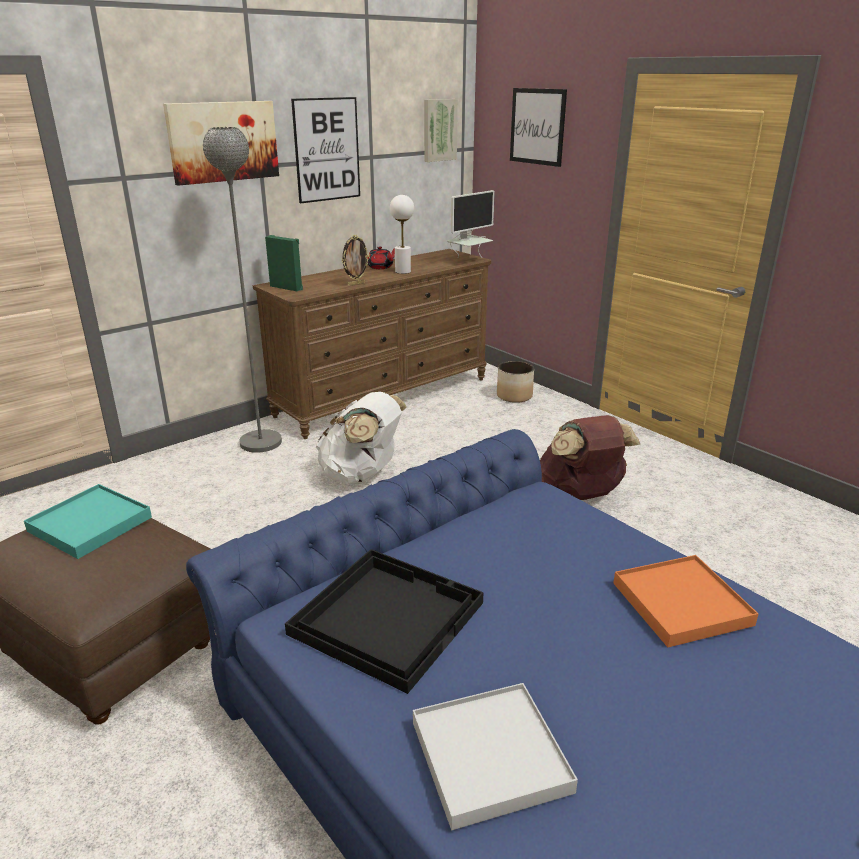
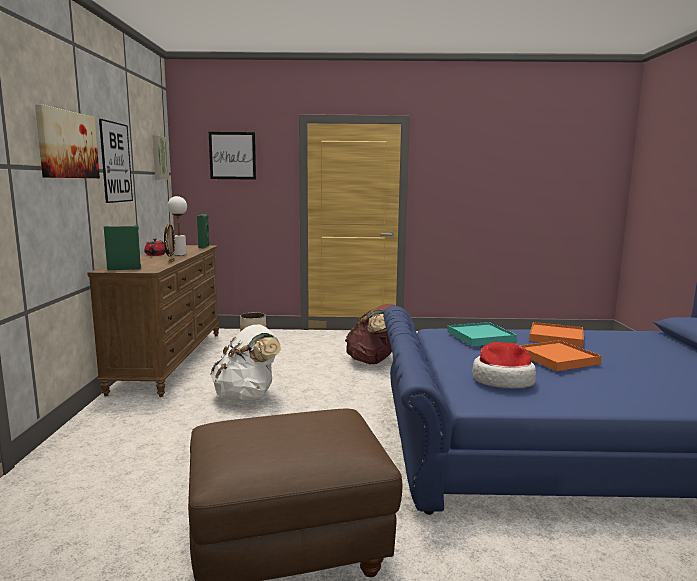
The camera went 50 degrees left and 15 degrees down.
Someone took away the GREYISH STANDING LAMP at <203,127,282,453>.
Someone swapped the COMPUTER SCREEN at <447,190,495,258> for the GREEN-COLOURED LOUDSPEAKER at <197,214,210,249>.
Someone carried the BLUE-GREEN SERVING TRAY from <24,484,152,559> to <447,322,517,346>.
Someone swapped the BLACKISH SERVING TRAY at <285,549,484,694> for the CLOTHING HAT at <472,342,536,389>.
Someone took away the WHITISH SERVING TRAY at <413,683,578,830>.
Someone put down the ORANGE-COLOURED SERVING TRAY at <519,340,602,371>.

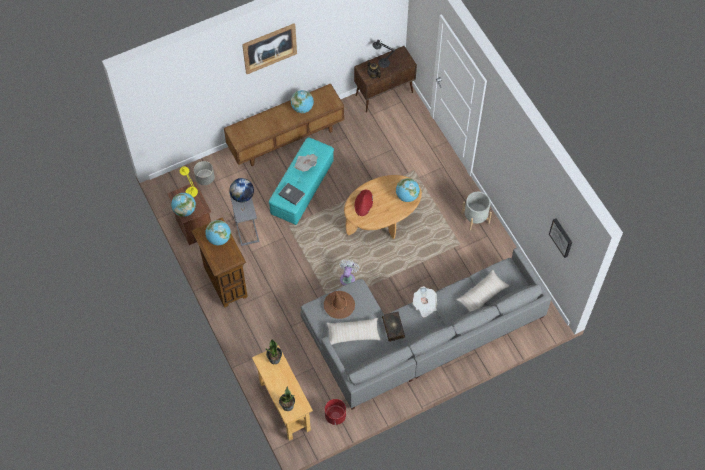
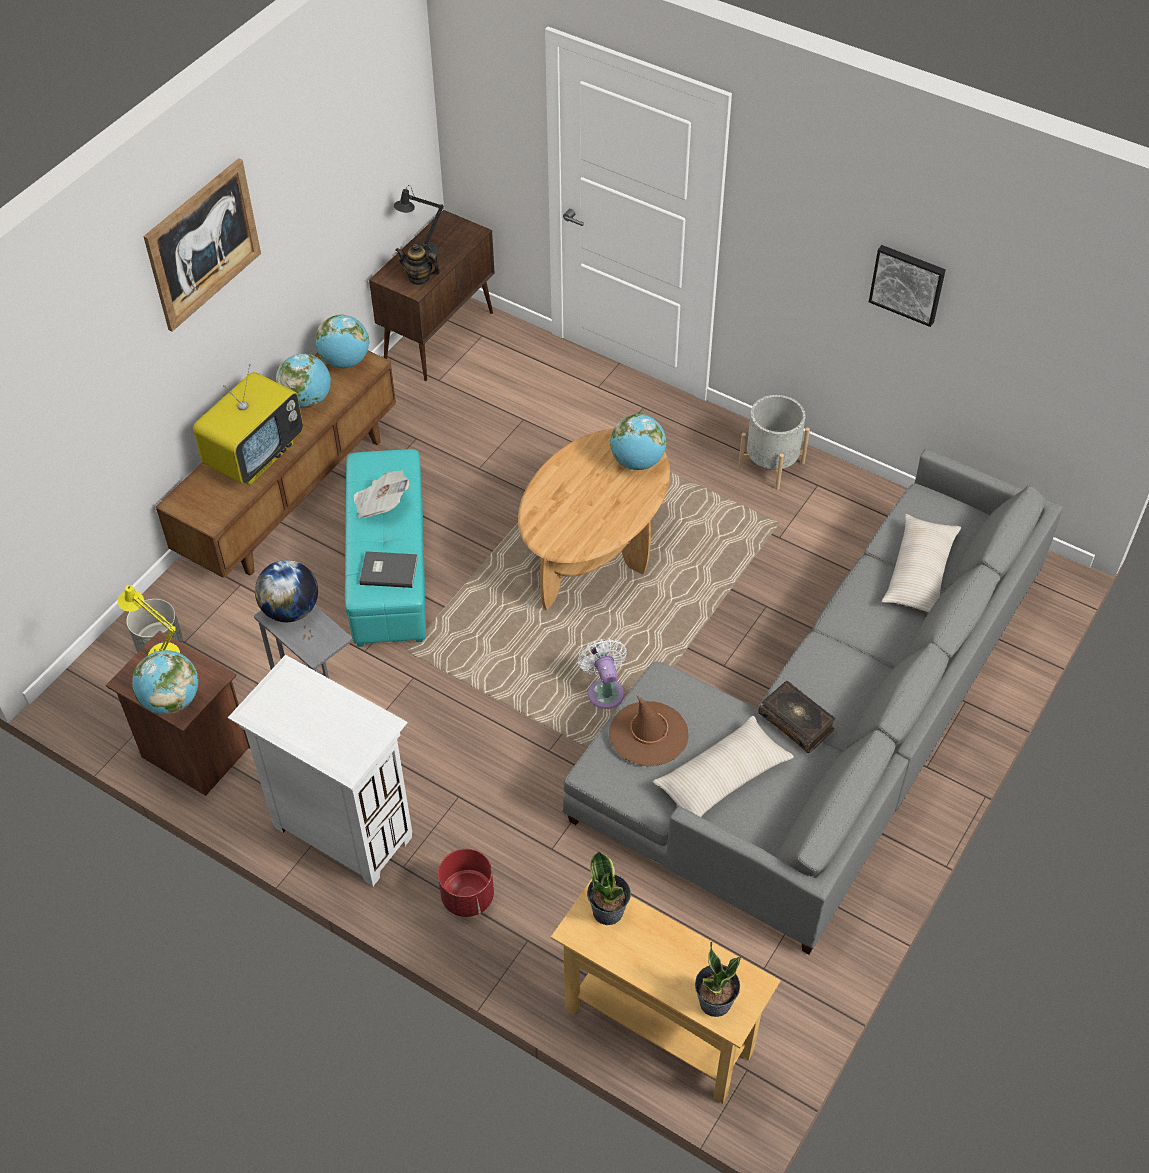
The camera went 30 degrees left and 10 degrees down.
Someone took away the REDDISH CLOTHING HAT at <355,190,373,216>.
Someone repainted the BROWN CABINET at <192,217,247,308>, which became the WHITISH CABINET at <228,655,412,886>.
Someone carried the WALL ART from <549,218,572,258> to <869,245,946,327>.
Someone carried the GLOBE from <205,220,231,245> to <315,315,370,368>.
Someone took away the DAILY PAPER at <413,286,437,318>.
Someone carried the REDDISH FLOWER POT from <325,399,346,425> to <438,849,494,917>.
Someone put down the TV at <193,364,303,485>.

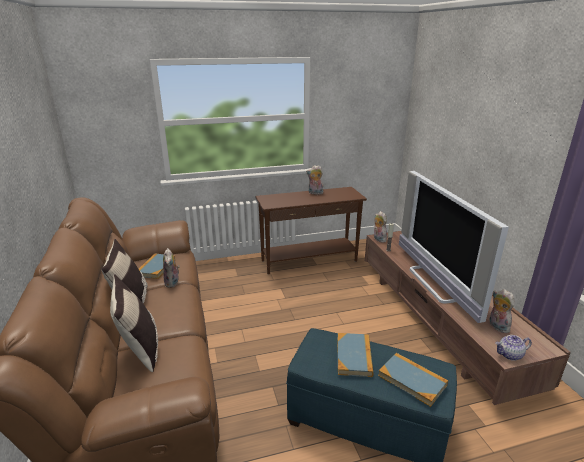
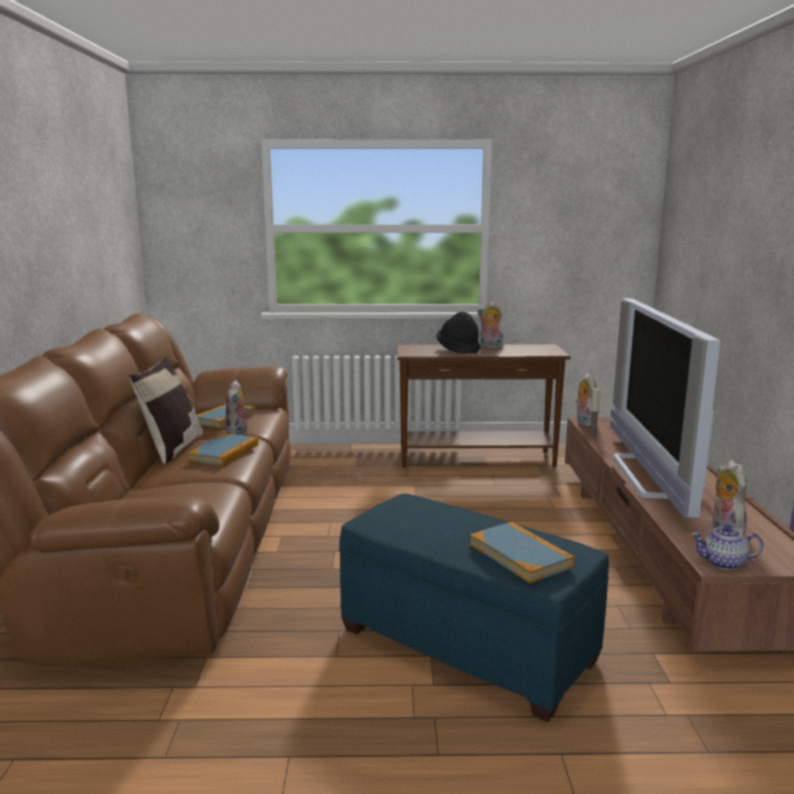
The camera went 15 degrees right and 10 degrees down.
Someone took away the THROW PILLOW at <110,274,158,372>.
Someone carried the BOOK from <337,333,373,377> to <188,434,258,466>.
Someone put down the BLACKISH CLOTHING HAT at <437,312,480,354>.

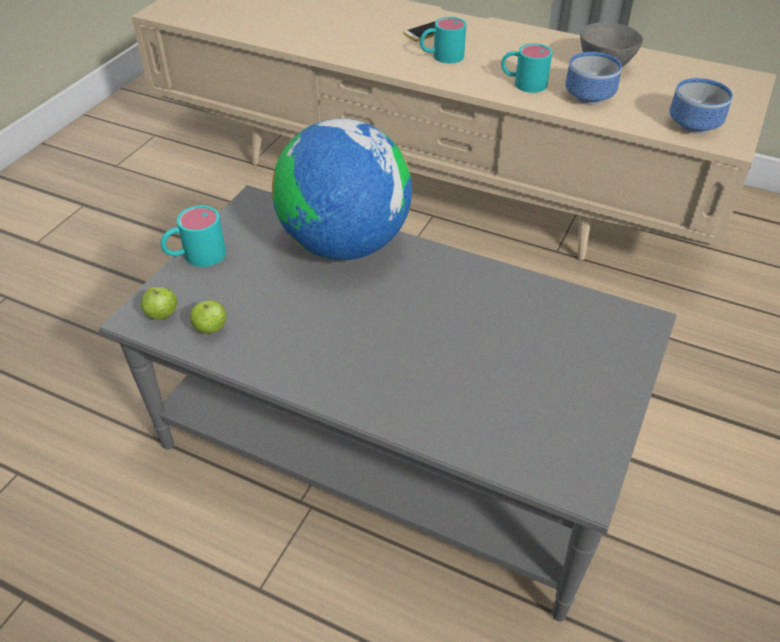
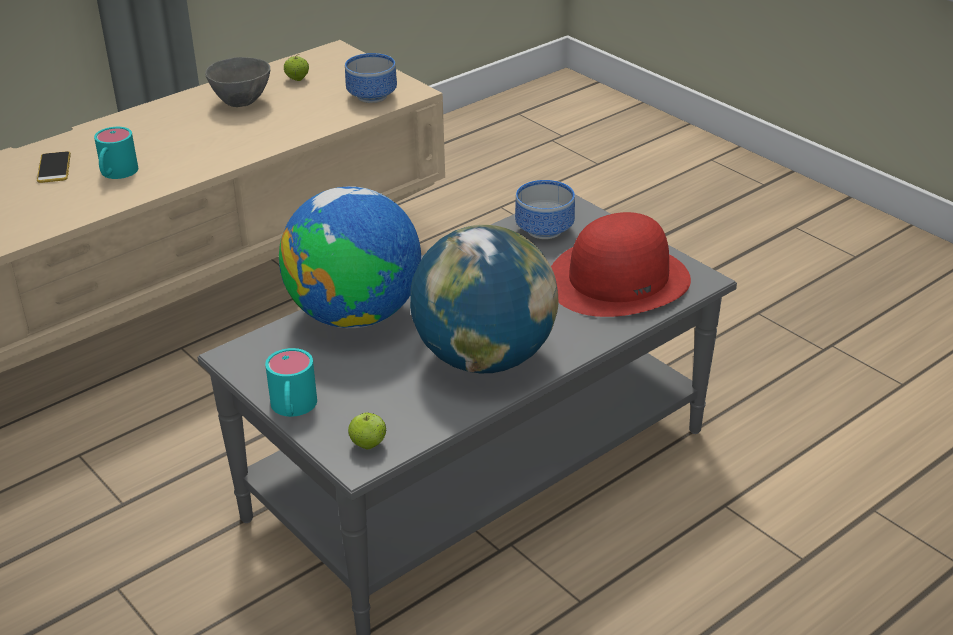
The camera went 65 degrees left and 10 degrees down.
Someone took away the BLUE-GREEN COFFEE MUG at <501,43,552,93>.
Someone carried the SERVING BOWL from <565,52,622,105> to <515,180,575,239>.
Someone carried the APPLE FRUIT from <190,300,227,334> to <284,54,309,81>.
Someone put down the REDDISH CLOTHING HAT at <551,212,691,317>.
Someone put down the GLOBE at <410,225,559,374>.

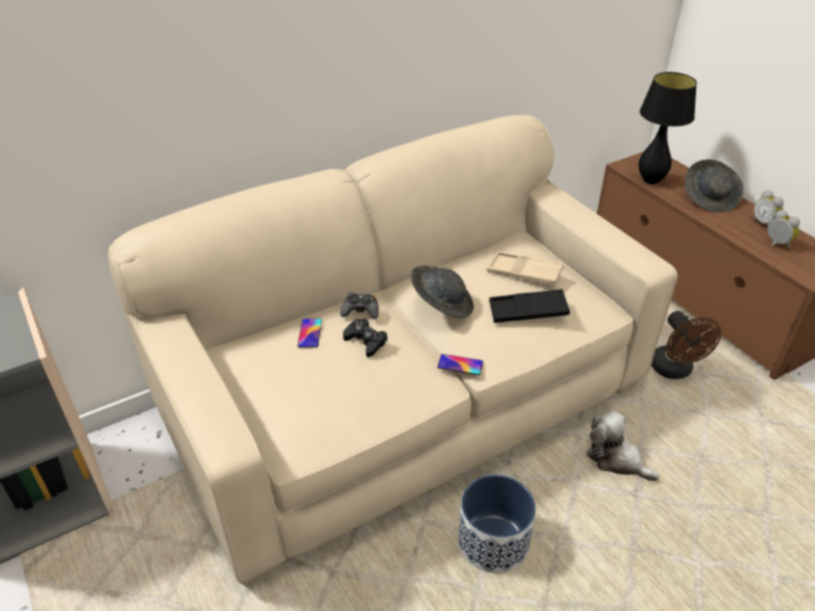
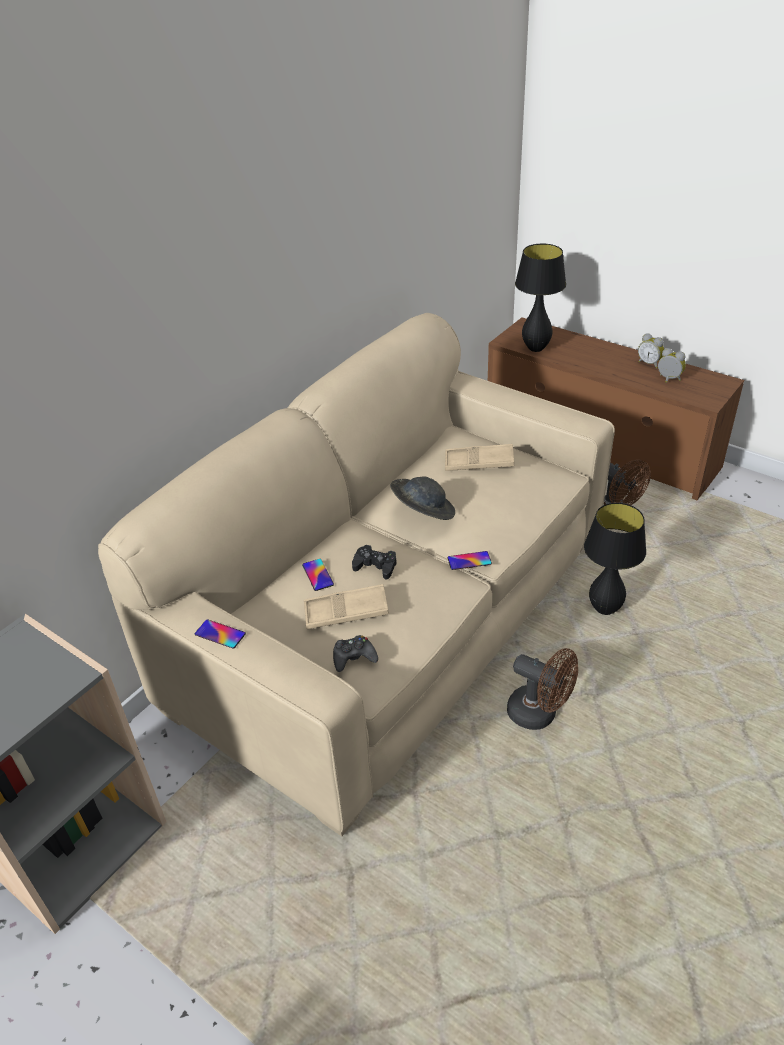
The camera went 20 degrees left and 0 degrees up.
Someone took away the GREYISH CLOTHING HAT at <685,159,744,212>.
Someone took away the BLACKISH SERVING TRAY at <489,289,570,323>.
Someone carried the BLACKISH GAME CONTROLLER from <340,292,379,319> to <333,635,378,672>.
Someone swapped the PLUSH TOY at <586,411,659,481> for the BLACKISH LAMP FOR A TABLE at <584,503,646,615>.
Someone swapped the FLOWER POT at <458,474,536,573> for the BROWN ELECTRIC FAN at <507,648,578,730>.
Someone put down the SAND-COLOURED SERVING TRAY at <304,584,389,629>.
Someone put down the HANDSET at <195,619,246,649>.

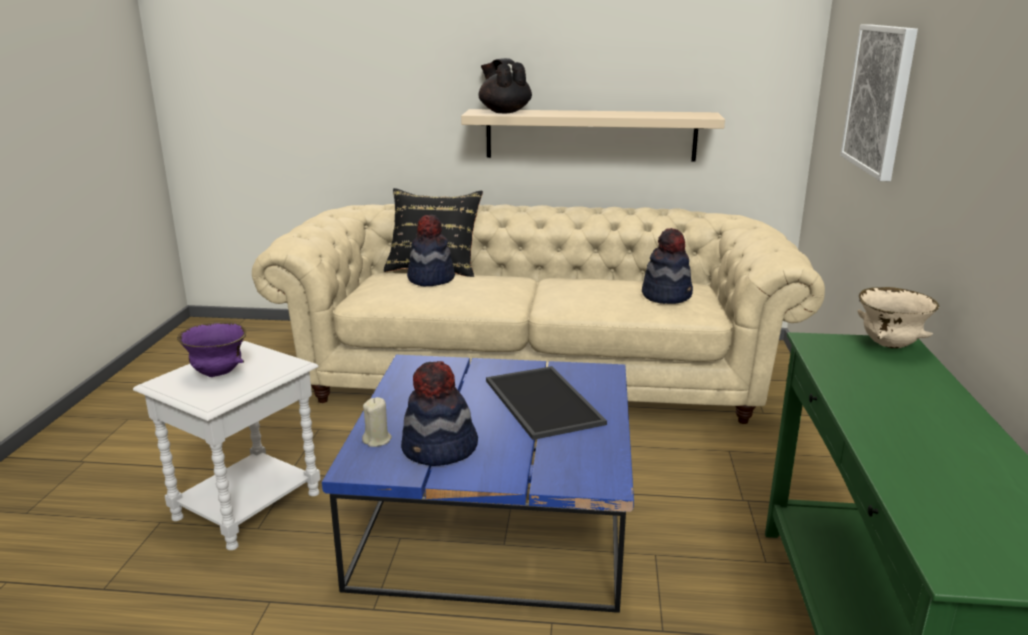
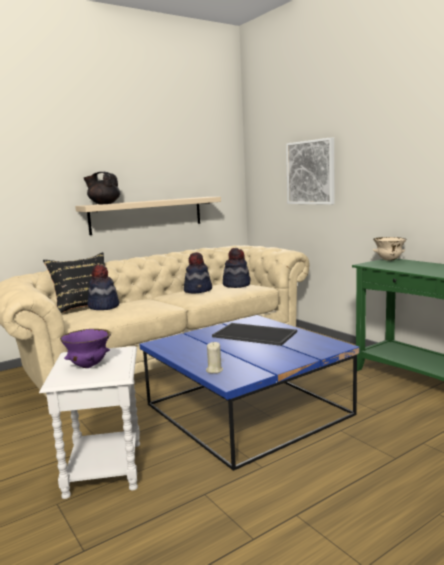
The camera went 40 degrees left and 10 degrees down.
Someone carried the CLOTHING HAT from <401,361,478,466> to <184,252,212,293>.

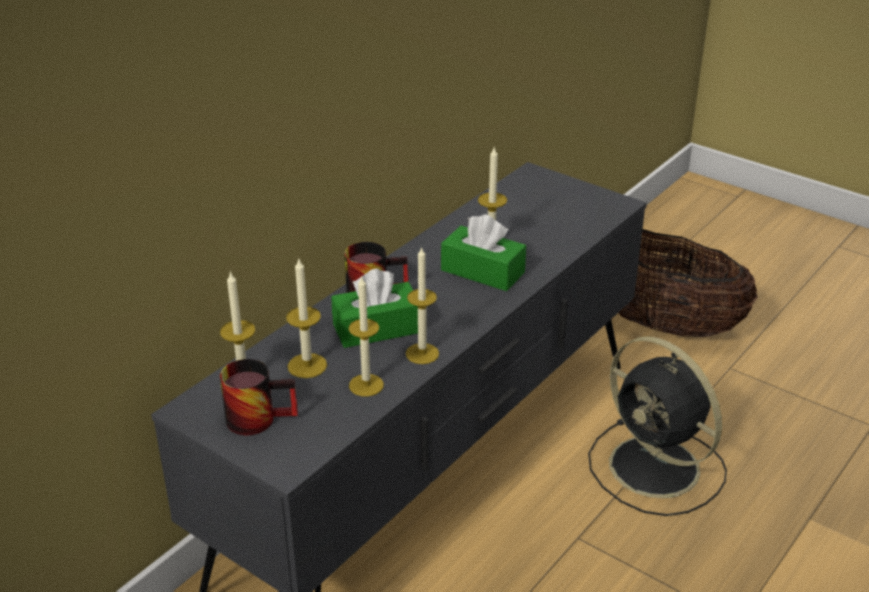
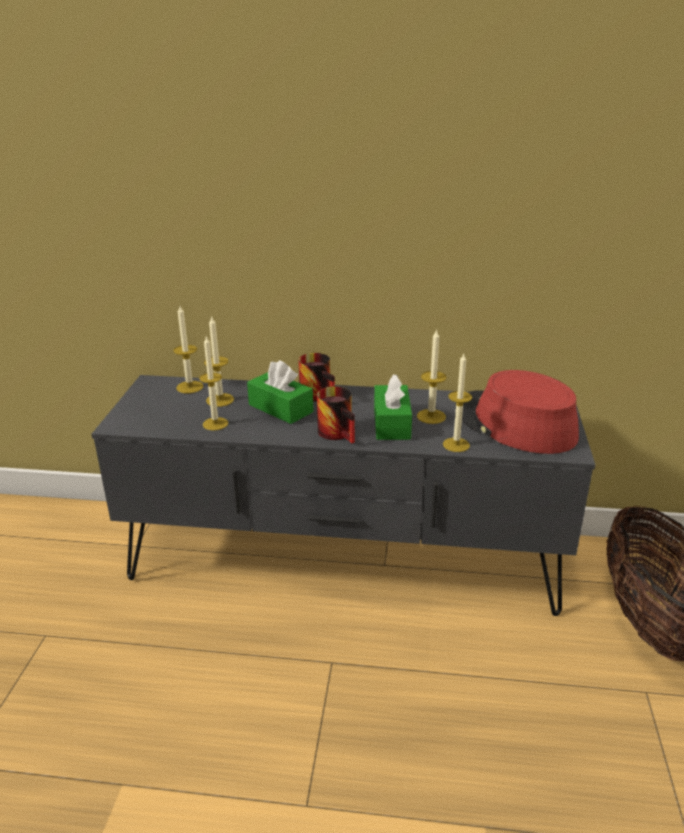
The camera went 60 degrees right and 5 degrees down.
Someone carried the WAX LIGHT from <405,246,439,364> to <443,354,472,452>.
Someone took away the BLACKISH ELECTRIC FAN at <588,336,727,516>.
Someone carried the COFFEE MUG from <220,359,298,435> to <317,386,355,443>.
Someone put down the REDDISH CLOTHING HAT at <455,370,579,454>.

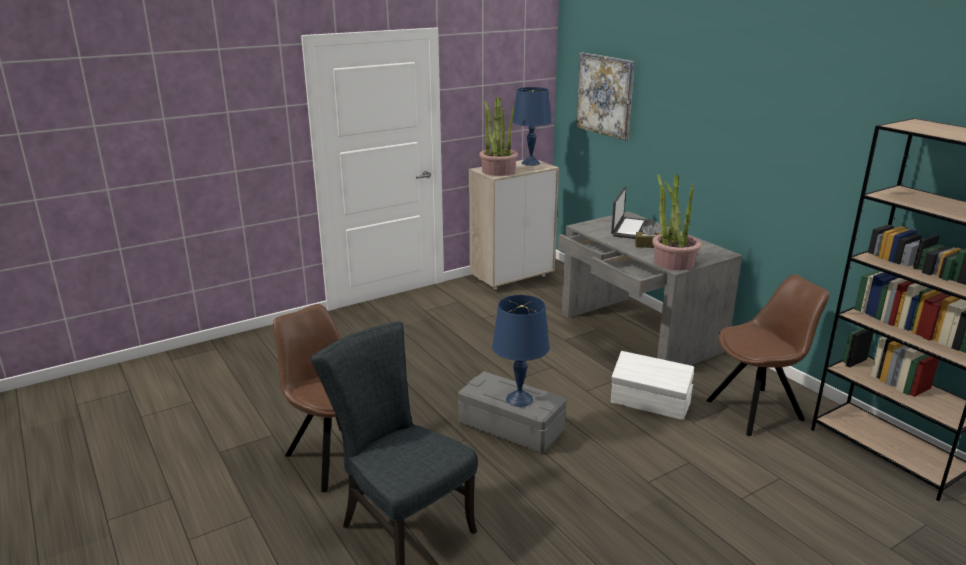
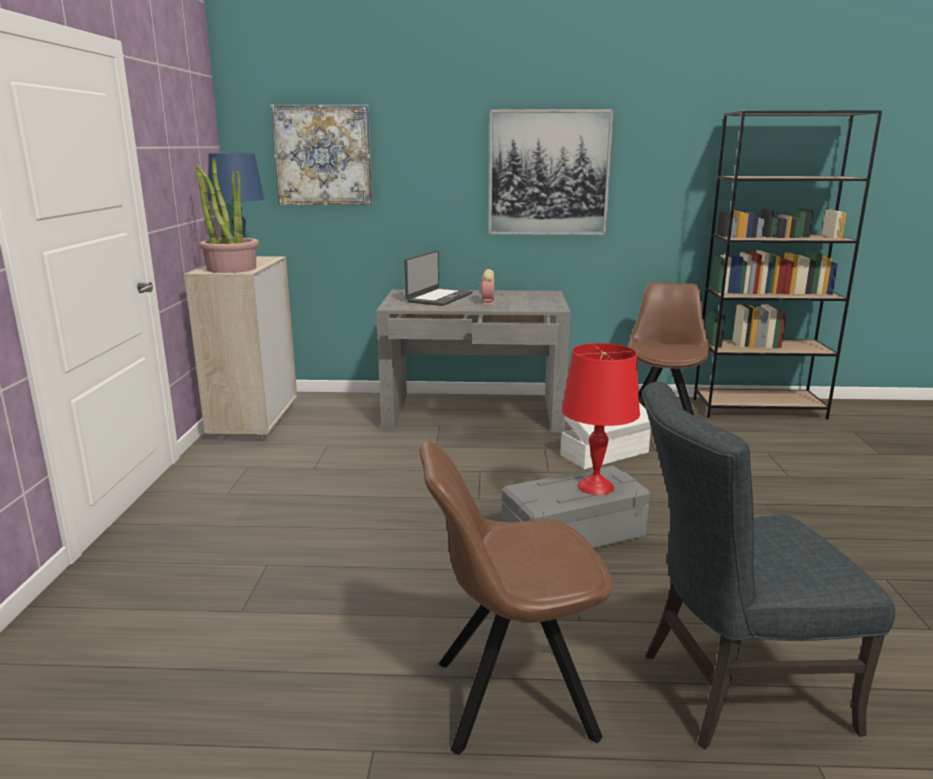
The camera went 55 degrees left and 5 degrees down.
Someone took away the PLANT IN A POT at <652,173,702,270>.
Someone rotated the PORTABLE COMPUTER at <611,187,656,239> by 60 degrees clockwise.
Someone swapped the BROWN TISSUE HOLDER at <635,225,661,248> for the BEDSIDE CLOCK at <479,269,495,305>.
Someone repainted the BLUE LAMP FOR A TABLE at <492,295,550,407>, which became the REDDISH LAMP FOR A TABLE at <562,343,640,495>.
Someone put up the WALL ART at <488,109,614,235>.

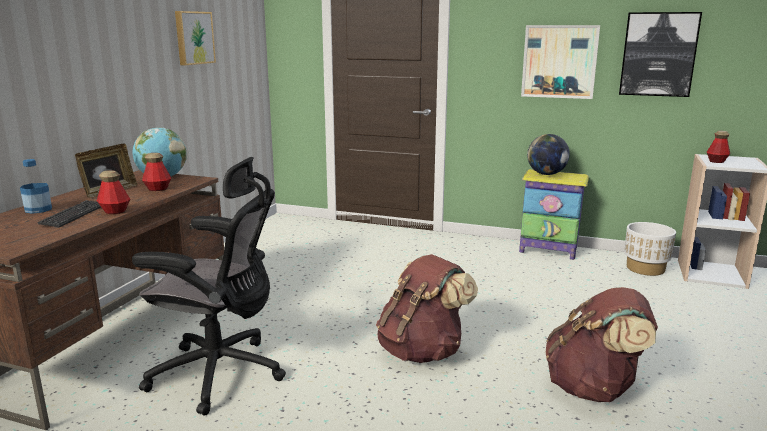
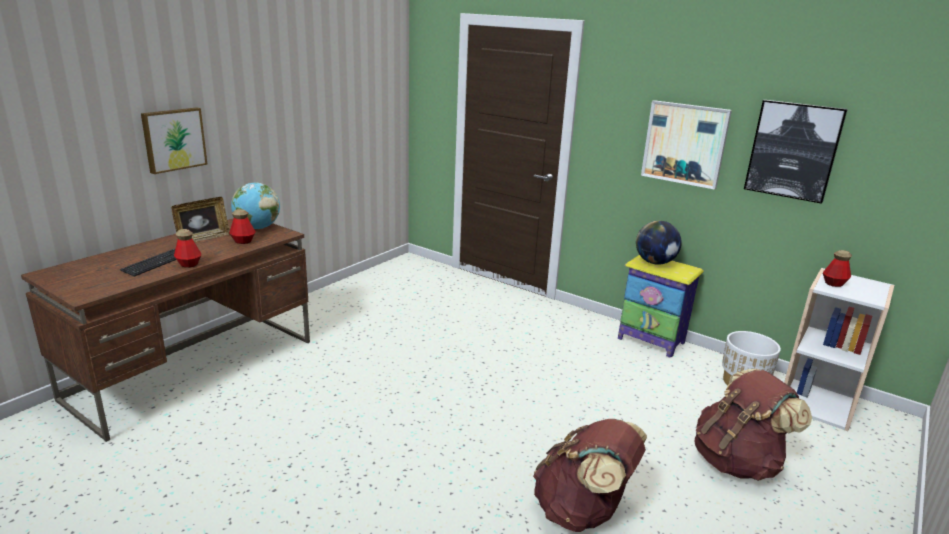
The camera went 15 degrees right and 5 degrees up.
Someone carried the WALL ART from <175,11,216,65> to <141,107,208,174>.
Someone took away the OFFICE CHAIR at <132,157,286,416>.
Someone took away the BEVERAGE BOTTLE at <20,159,52,214>.
Someone carried the BROWN RUCKSACK from <376,254,478,363> to <695,369,812,481>.

